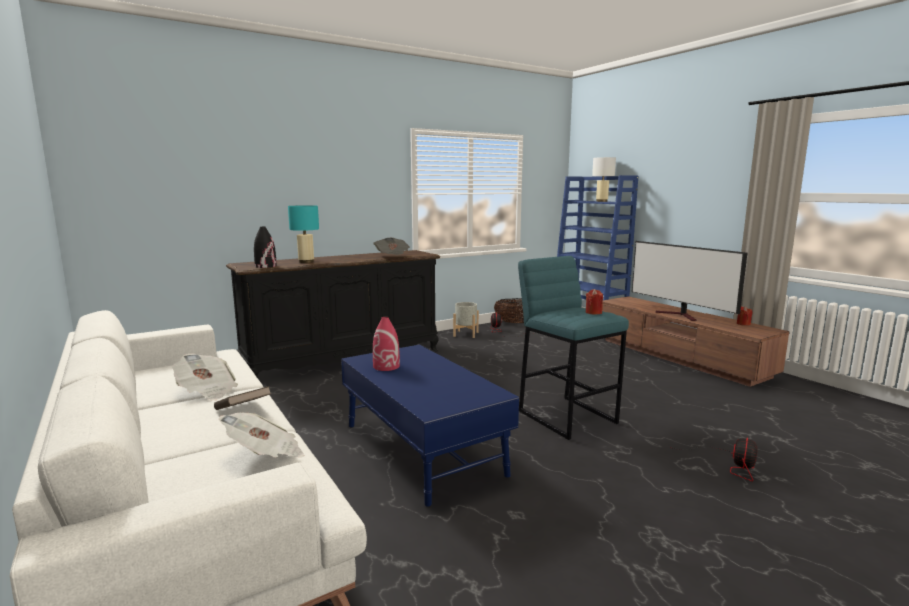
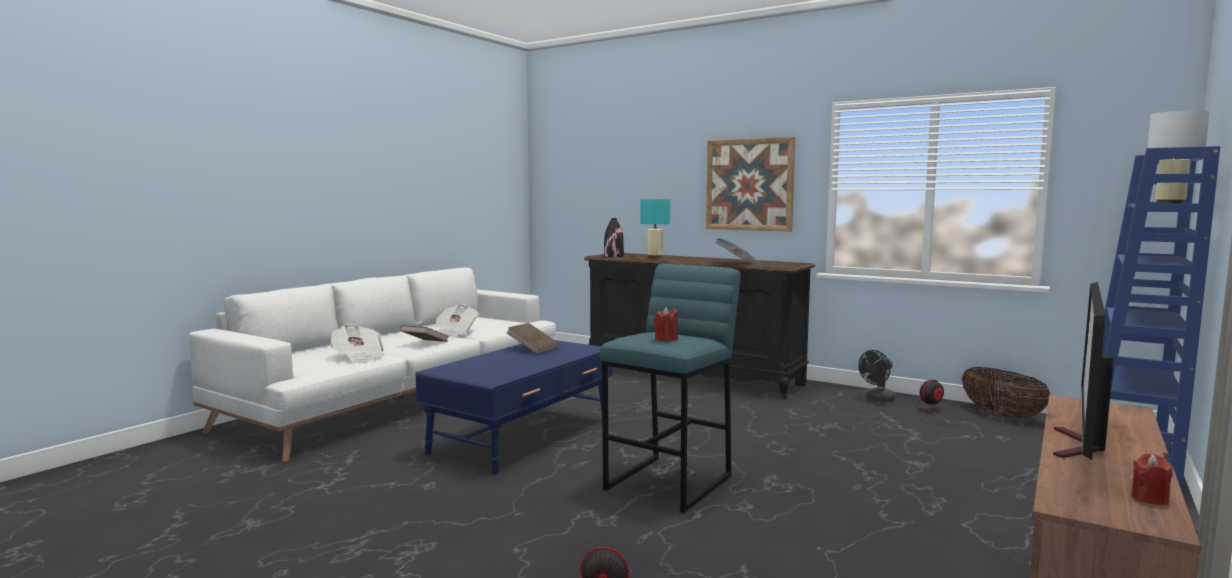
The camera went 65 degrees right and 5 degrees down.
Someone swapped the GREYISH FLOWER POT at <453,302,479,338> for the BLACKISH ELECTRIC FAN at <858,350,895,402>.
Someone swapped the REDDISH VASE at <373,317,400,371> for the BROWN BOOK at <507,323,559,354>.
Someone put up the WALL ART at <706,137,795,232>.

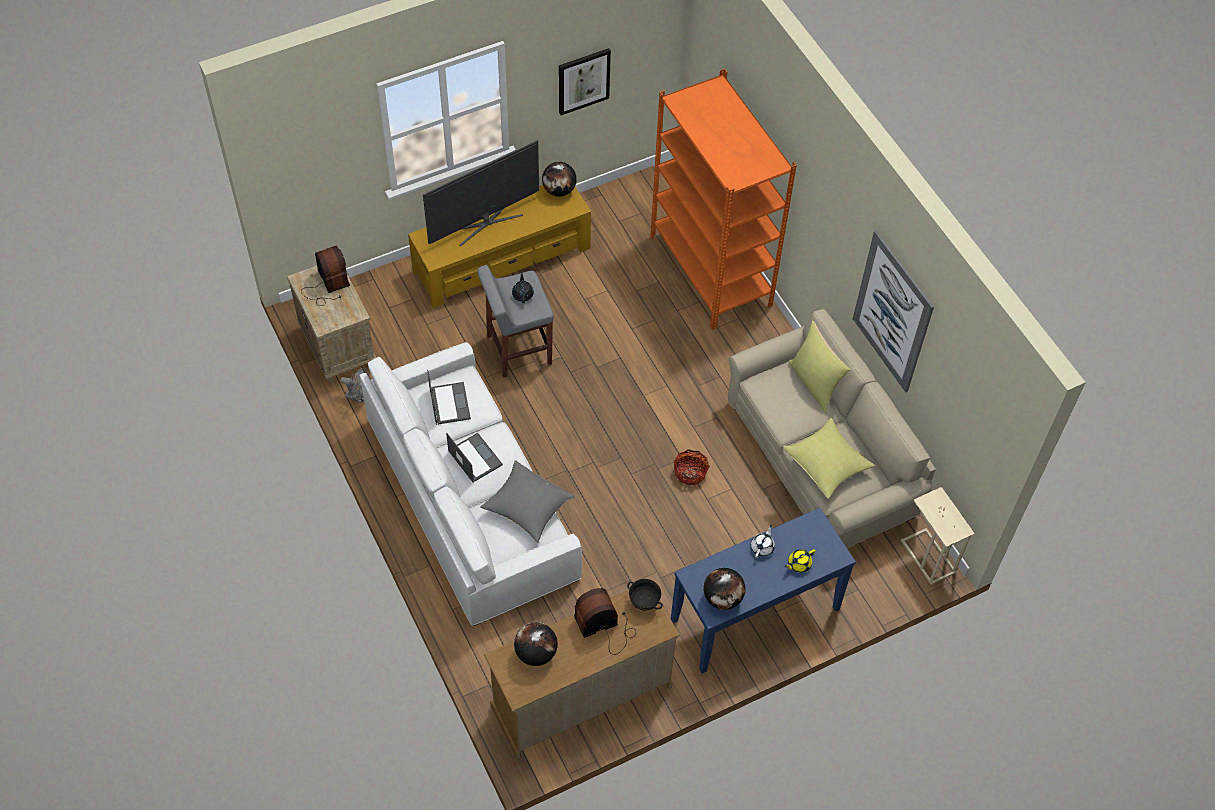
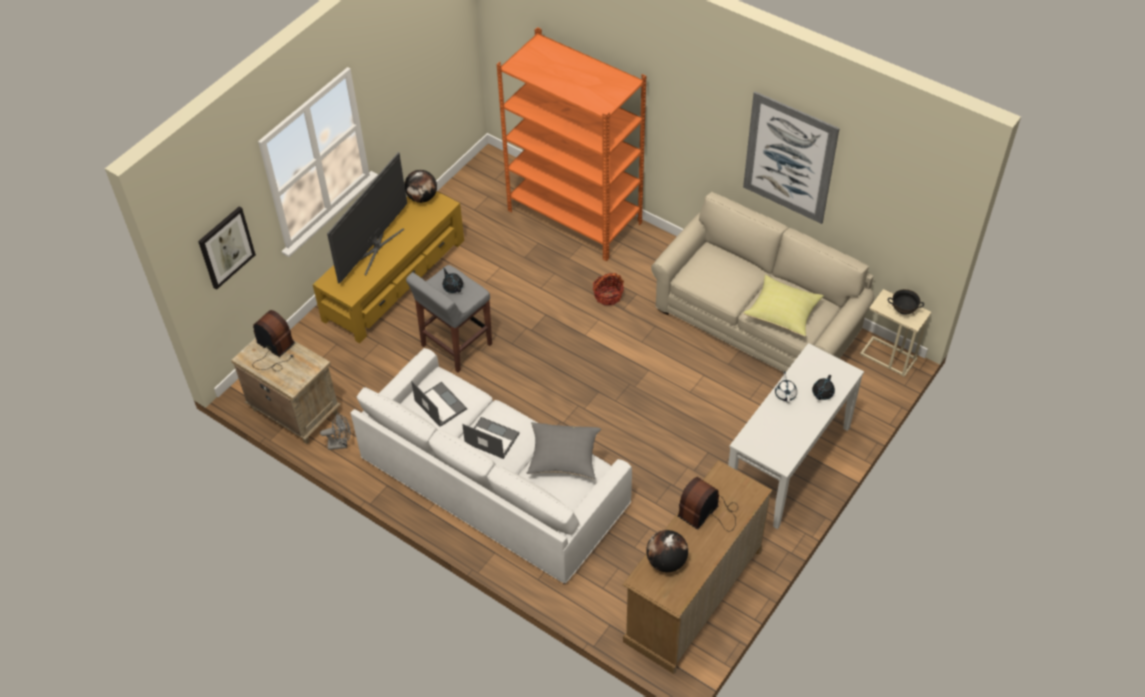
The camera went 25 degrees left and 5 degrees down.
Someone carried the WALL ART from <559,48,611,115> to <198,207,256,290>.
Someone took away the YELLOW THROW PILLOW at <789,321,851,413>.
Someone carried the BASKET from <673,449,710,486> to <593,273,624,305>.
Someone repainted the BLUE CONSOLE TABLE at <671,508,856,673>, which became the WHITISH CONSOLE TABLE at <728,343,864,529>.
Someone repainted the YELLOW TEAPOT at <785,549,816,573>, which became the BLACKISH TEAPOT at <812,375,835,400>.
Someone took away the GLOBE at <703,568,746,610>.
Someone carried the BLACKISH SERVING BOWL from <627,579,663,611> to <888,289,924,315>.

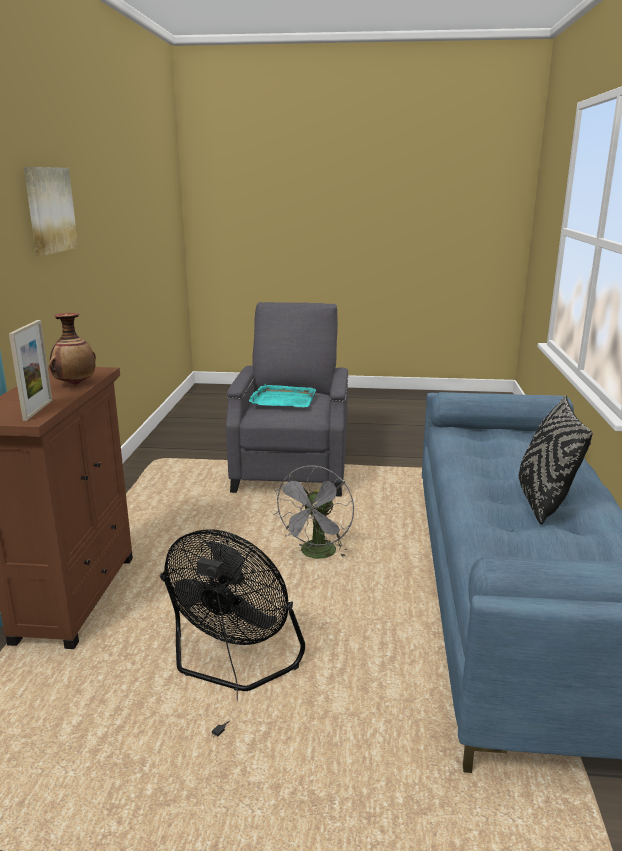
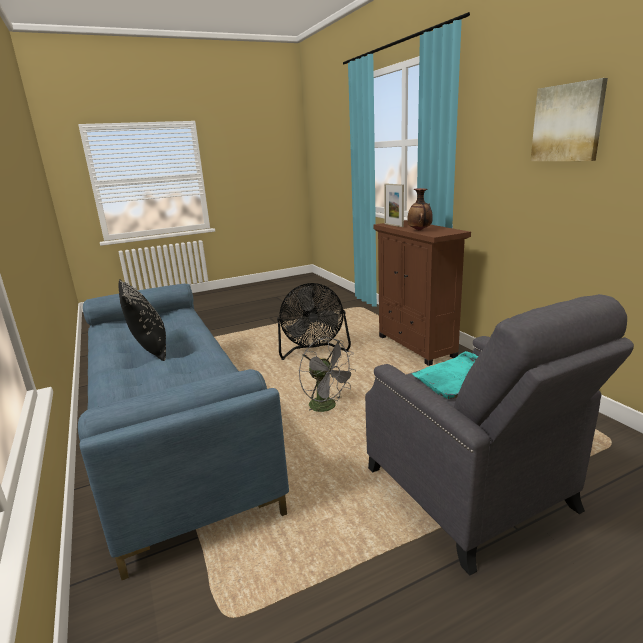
The camera went 150 degrees right and 0 degrees up.
Someone rotated the GREYISH ELECTRIC FAN at <273,465,354,559> by 150 degrees clockwise.

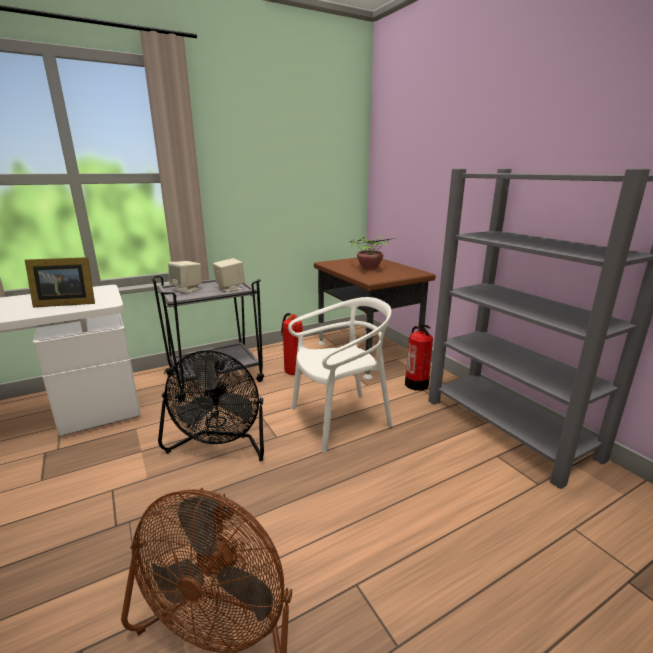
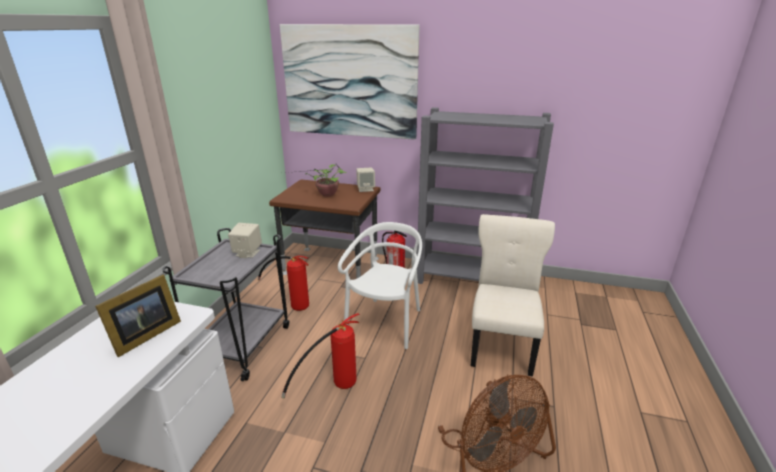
The camera went 45 degrees left and 5 degrees up.
Someone carried the SAND-COLOURED LOUDSPEAKER from <168,261,202,293> to <356,168,375,192>.
Someone swapped the BLACKISH ELECTRIC FAN at <158,350,264,461> for the EXTINGUISHER at <281,313,360,399>.
Someone put up the WALL ART at <280,24,420,140>.
Someone put down the SAND-COLOURED CHAIR at <471,214,555,376>.

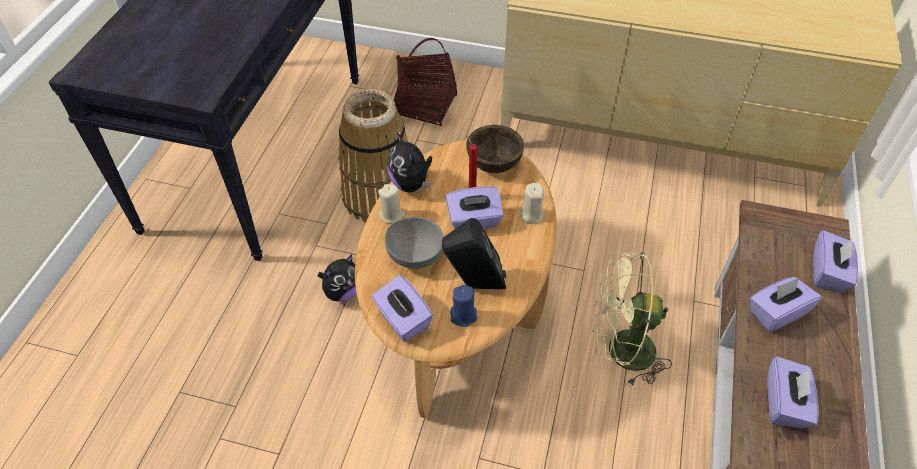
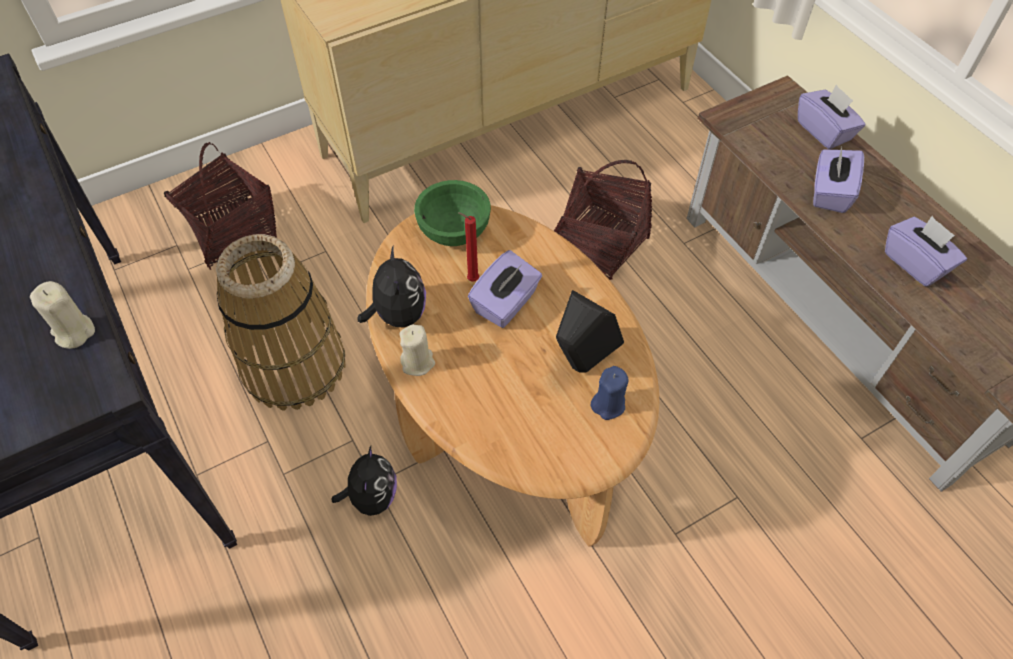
The camera went 45 degrees left and 5 degrees up.
Someone repainted the BROWN SERVING BOWL at <466,125,524,173>, which became the GREEN-COLOURED SERVING BOWL at <414,180,491,246>.
Someone rotated the PLUSH TOY at <387,132,432,192> by 120 degrees counterclockwise.
Someone carried the SAND-COLOURED WAX LIGHT from <520,183,544,224> to <30,281,95,349>.
Someone took away the GREYISH SERVING BOWL at <385,217,444,269>.
Someone took away the SAND-COLOURED ELECTRIC FAN at <592,252,672,387>.
Someone took away the PURPLE TISSUE HOLDER at <372,275,433,341>.
Someone put down the BASKET at <554,160,652,280>.

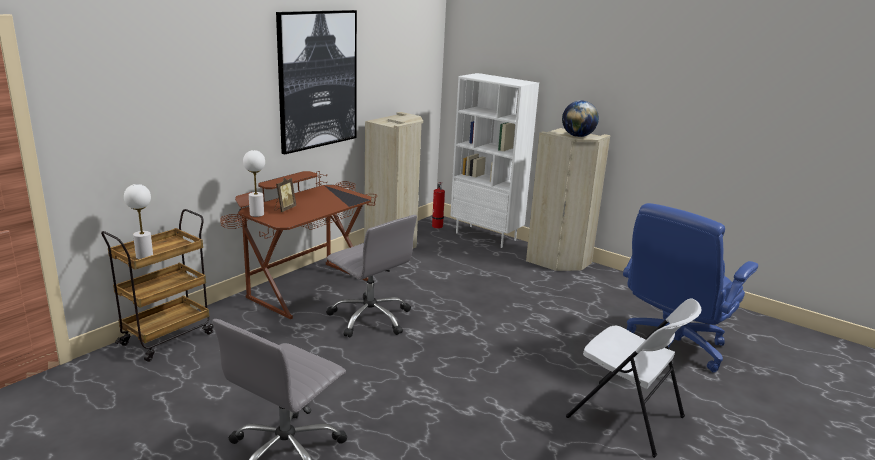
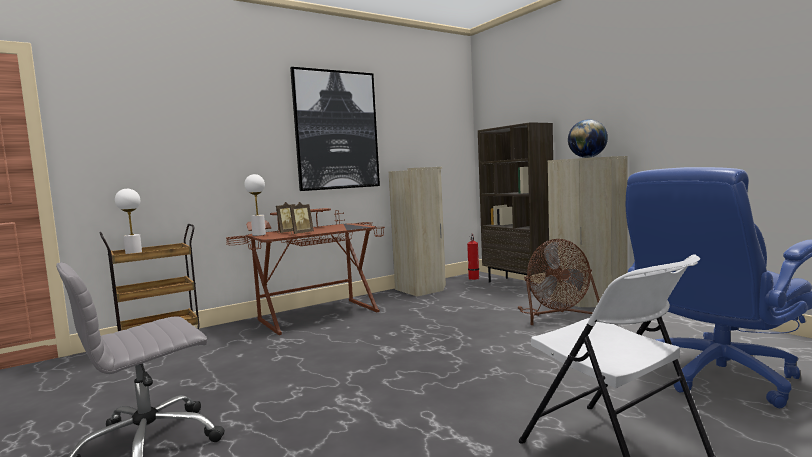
The camera went 20 degrees right and 15 degrees down.
Someone repainted the WHITISH SHELVING UNIT at <450,73,539,248>, which became the BROWN SHELVING UNIT at <478,122,553,291>.
Someone took away the GREYISH OFFICE CHAIR at <326,215,417,338>.
Someone put down the PICTURE FRAME at <290,202,314,234>.
Someone put down the BROWN ELECTRIC FAN at <518,239,600,325>.

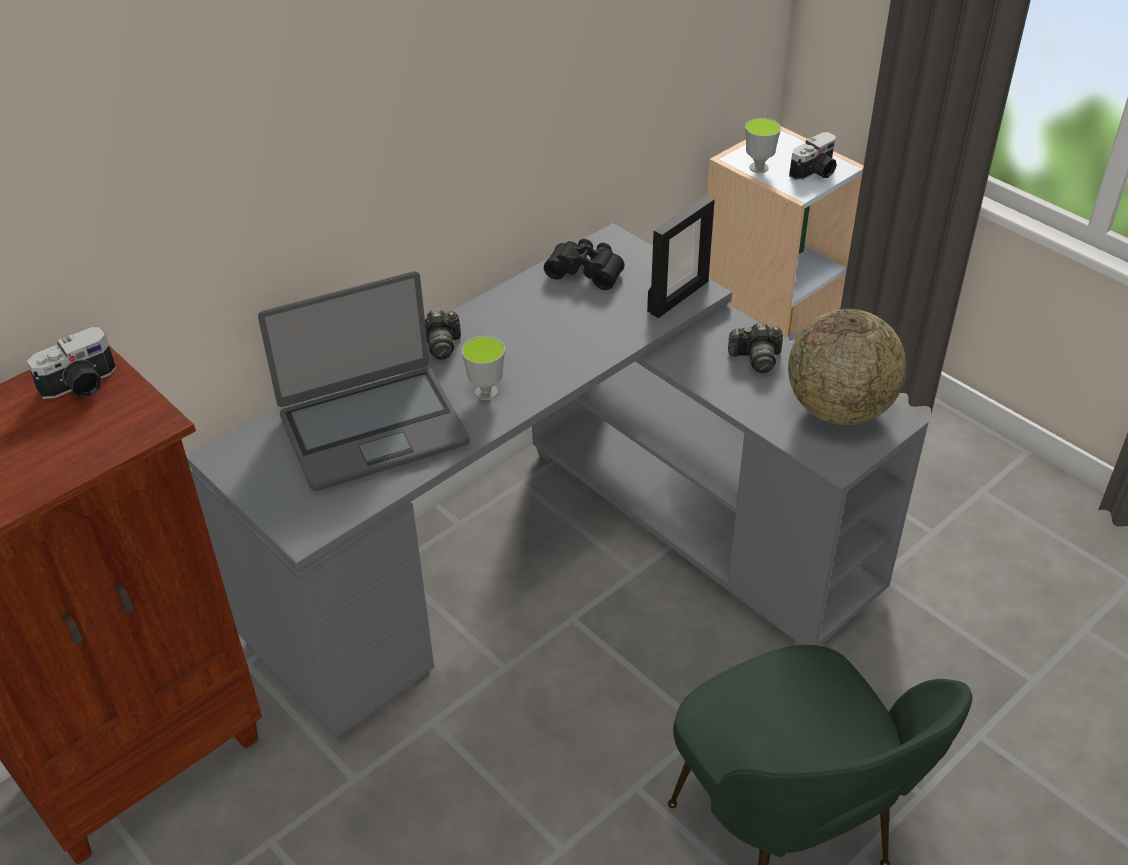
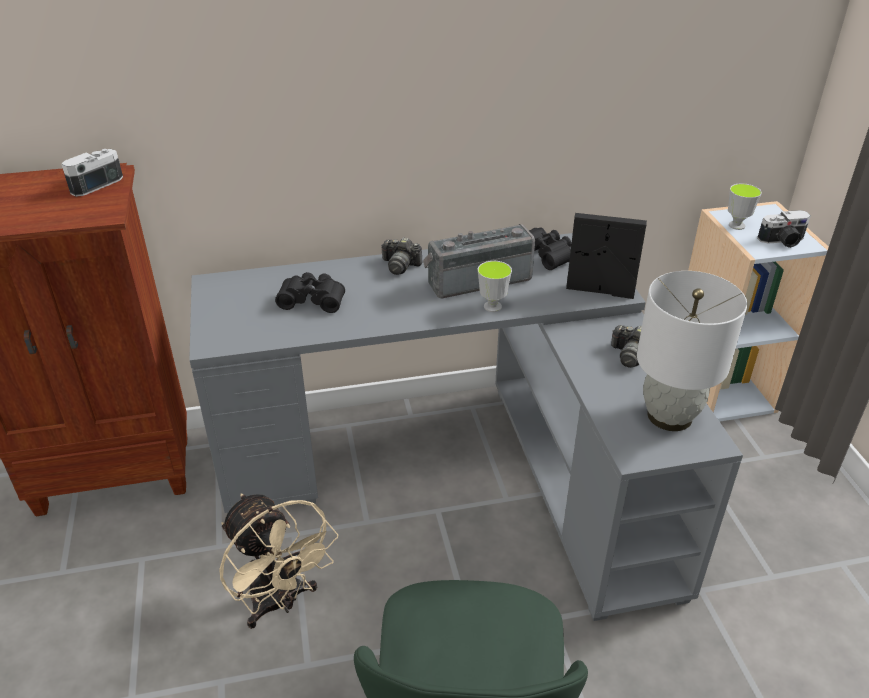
The camera went 30 degrees right and 5 degrees down.
Someone rotated the PICTURE FRAME at <647,196,715,318> by 150 degrees counterclockwise.
Someone swapped the PORTABLE COMPUTER at <258,271,470,491> for the BLACKISH FIELD GLASSES at <275,272,345,313>.
Someone swapped the GLOBE at <788,309,907,425> for the WHITISH LAMP FOR A TABLE at <637,271,747,431>.
Someone rotated the STILL CAMERA at <27,327,116,399> by 135 degrees clockwise.
Someone carried the SMALL CUP from <462,336,505,400> to <478,261,512,312>.
Someone put down the RADIO SET at <423,224,535,298>.
Someone put down the SAND-COLOURED ELECTRIC FAN at <219,494,338,629>.

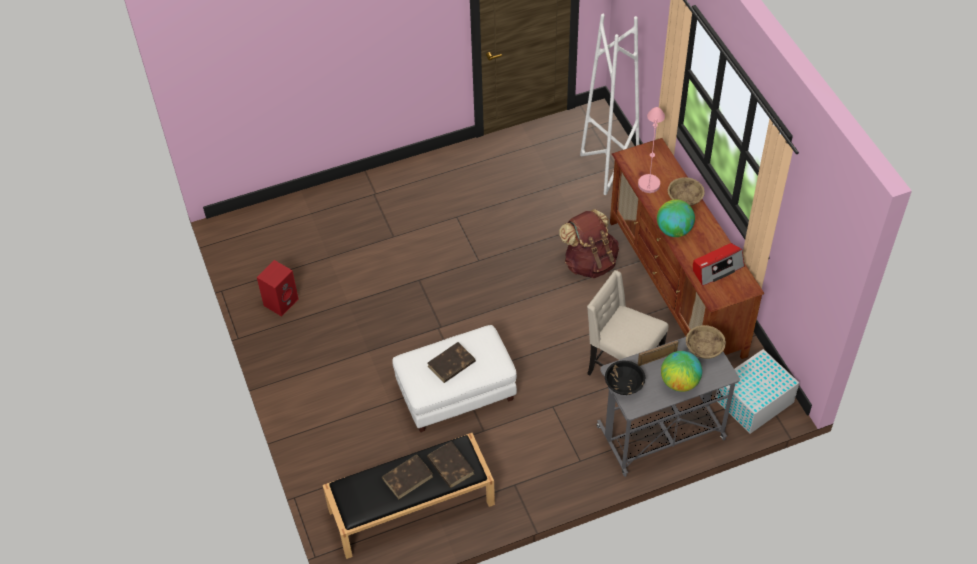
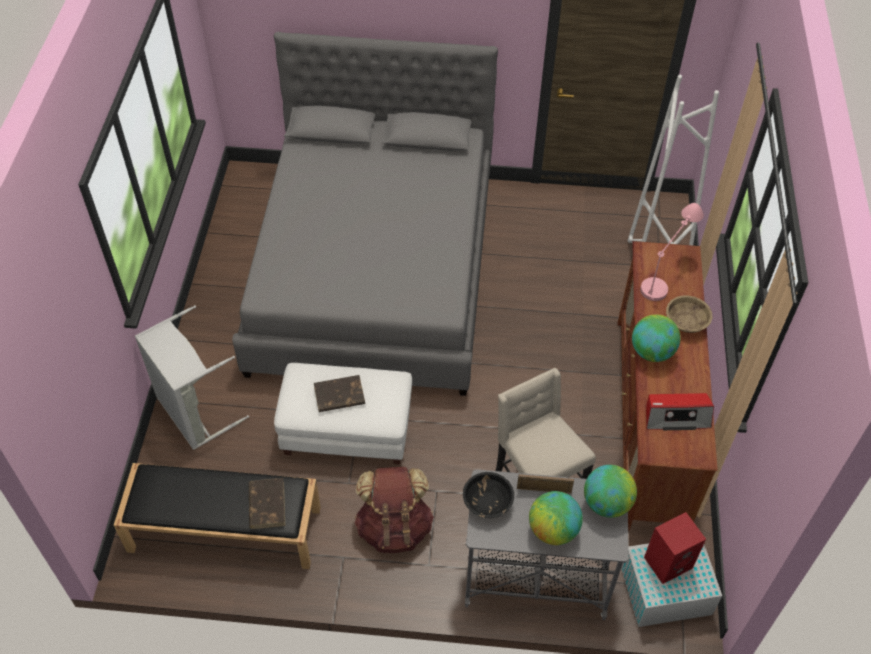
The camera went 25 degrees right and 0 degrees up.
Someone carried the BROWN RUCKSACK from <559,209,619,278> to <354,467,434,553>.
Someone carried the REDDISH LOUDSPEAKER from <257,260,299,317> to <644,512,706,584>.
Someone swapped the SAND-COLOURED SERVING BOWL at <686,325,726,359> for the GLOBE at <584,465,637,518>.
Someone took away the BROWN BOOK at <382,454,433,499>.
Someone put down the GREYISH BEDROOM BED at <232,32,498,396>.
Someone put down the GREYISH HAMPER at <135,305,249,450>.

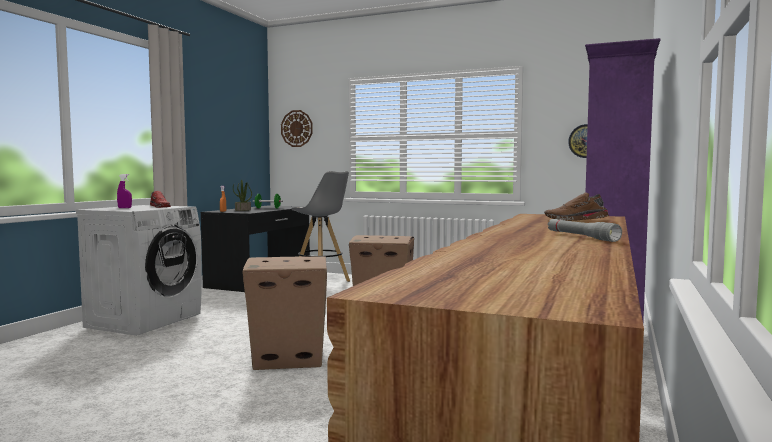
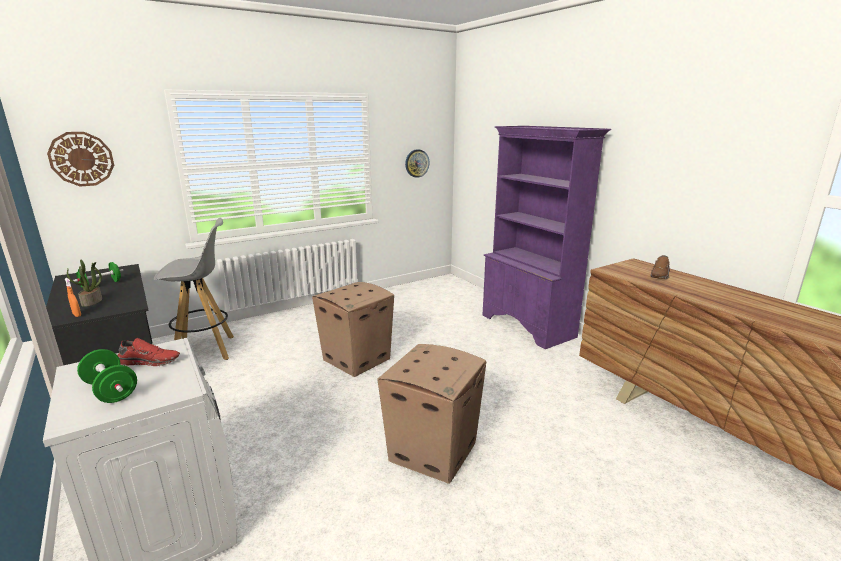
The camera went 55 degrees left and 15 degrees up.
Someone swapped the PURPLE HAND SPRAYER at <117,174,132,208> for the GREEN-COLOURED FREE WEIGHT at <77,349,137,403>.
Someone took away the GREYISH HAND TORCH at <548,219,622,242>.

